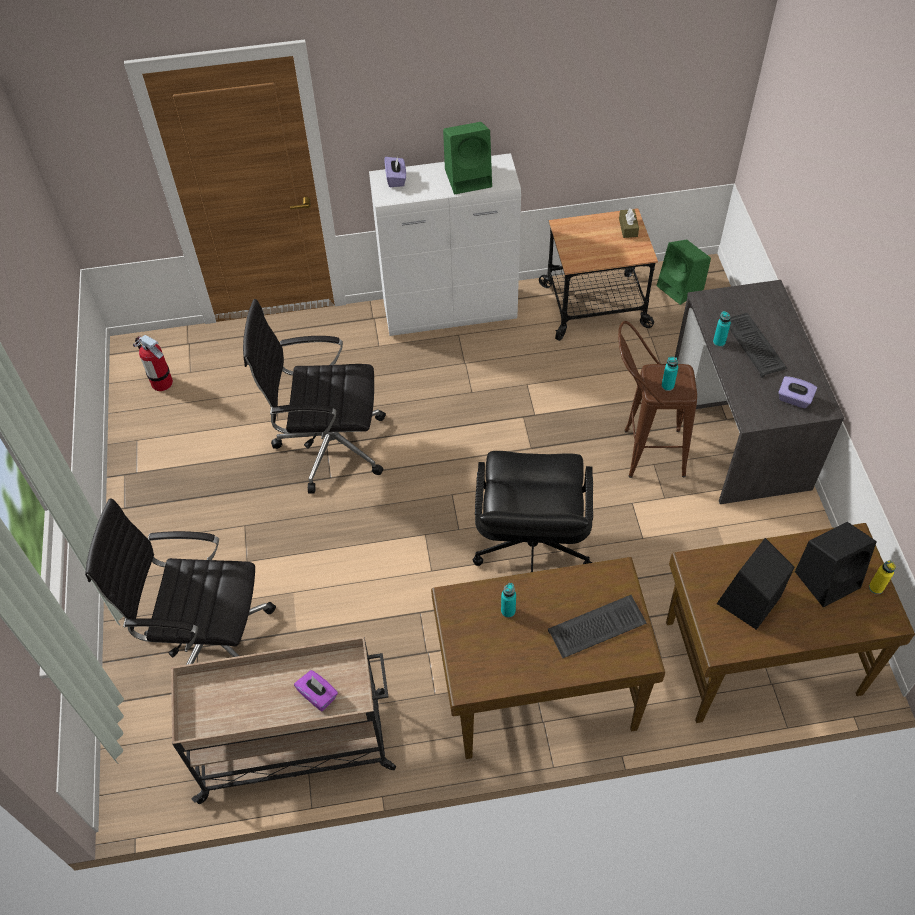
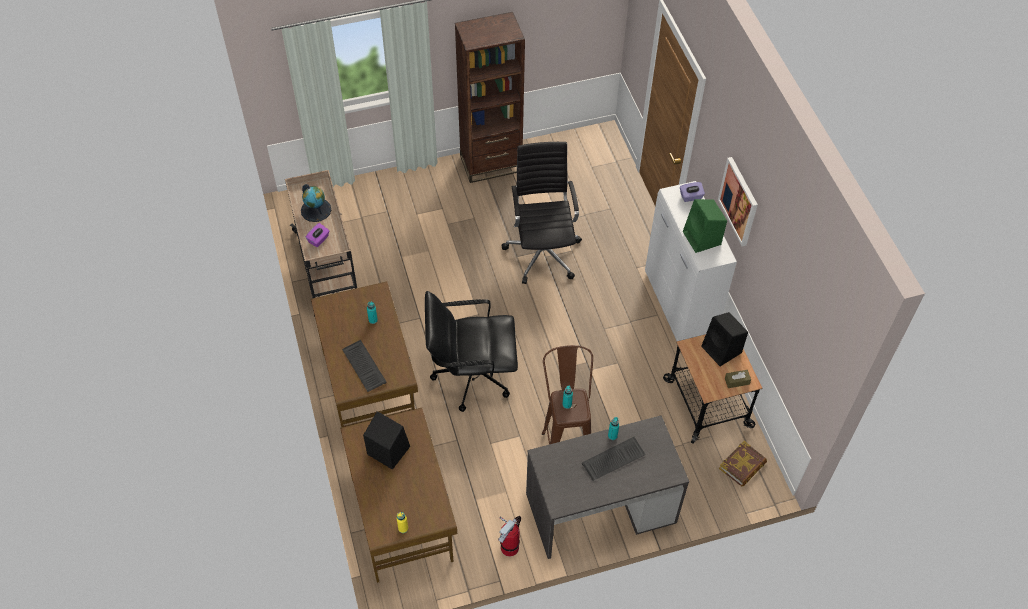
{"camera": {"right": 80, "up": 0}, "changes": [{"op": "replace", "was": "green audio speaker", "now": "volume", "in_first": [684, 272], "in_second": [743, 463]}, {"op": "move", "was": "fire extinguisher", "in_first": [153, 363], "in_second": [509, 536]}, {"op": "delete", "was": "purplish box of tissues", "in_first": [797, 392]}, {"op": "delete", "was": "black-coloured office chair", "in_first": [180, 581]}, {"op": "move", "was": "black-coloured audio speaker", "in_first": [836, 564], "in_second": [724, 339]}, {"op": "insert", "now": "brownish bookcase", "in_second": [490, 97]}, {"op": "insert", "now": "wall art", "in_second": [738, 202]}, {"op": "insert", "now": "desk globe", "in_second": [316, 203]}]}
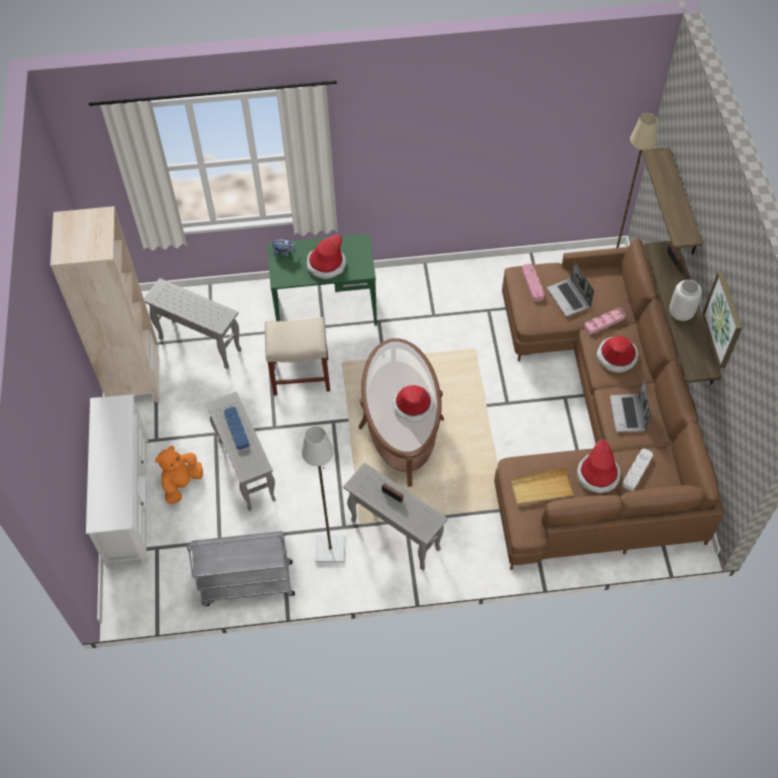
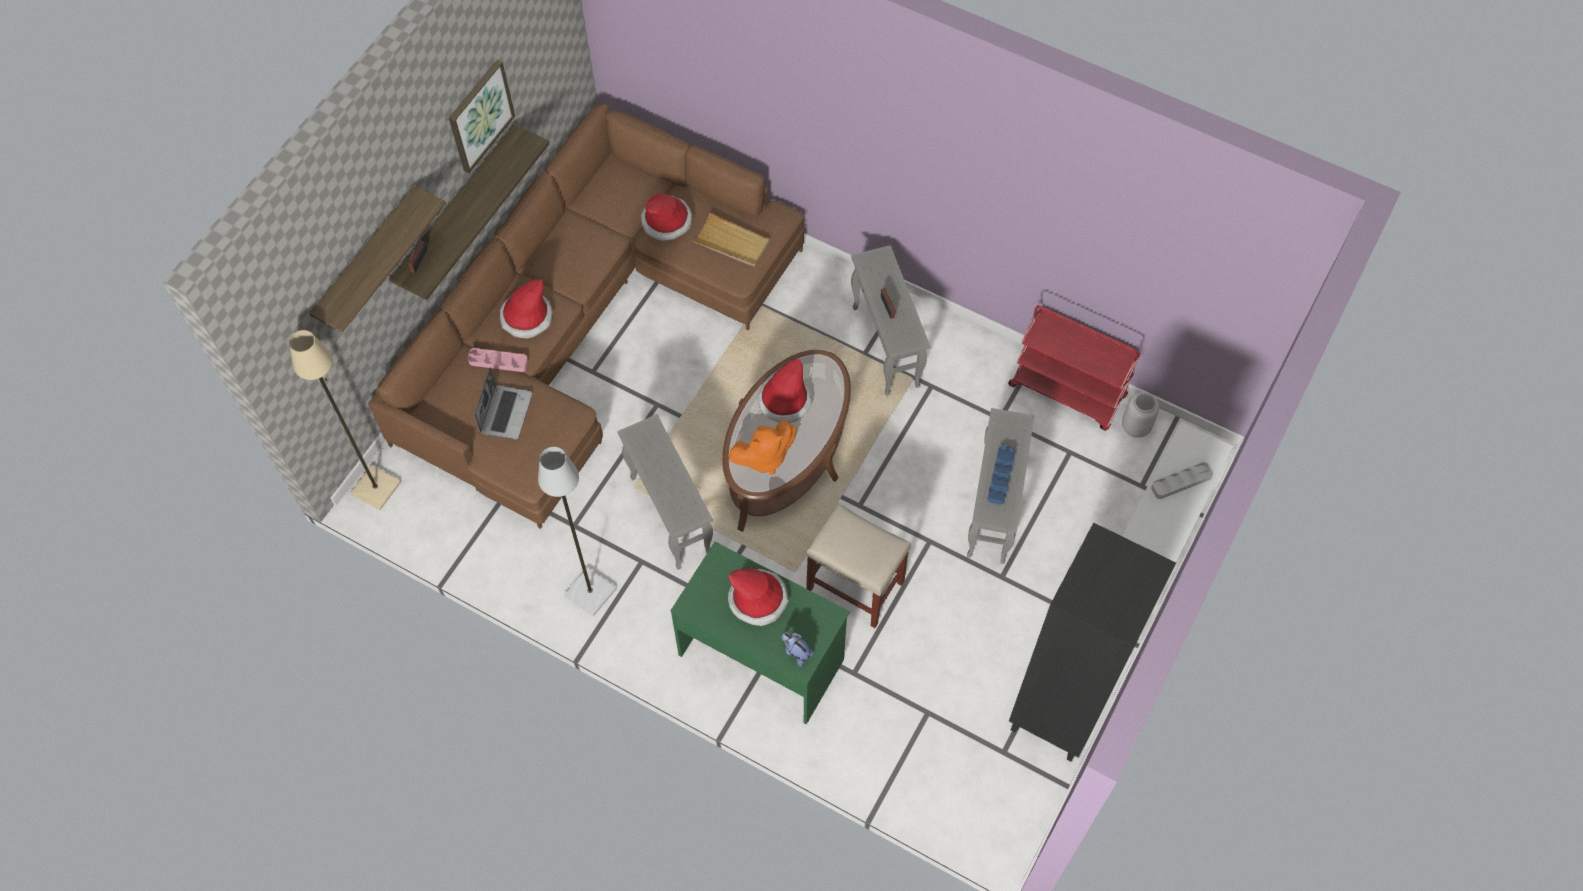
{"camera": {"right": -145, "up": 5}, "changes": [{"op": "recolor", "was": "beige-coloured bookcase", "now": "black-coloured bookcase", "in_first": [104, 304], "in_second": [1092, 642]}, {"op": "delete", "was": "pink tray", "in_first": [533, 282]}, {"op": "move", "was": "greyish end table", "in_first": [193, 323], "in_second": [665, 492]}, {"op": "move", "was": "greyish vase", "in_first": [685, 300], "in_second": [1140, 415]}, {"op": "delete", "was": "laptop", "in_first": [630, 405]}, {"op": "move", "was": "greyish standing lamp", "in_first": [323, 494], "in_second": [577, 531]}, {"op": "move", "was": "orangey cuddly toy", "in_first": [179, 475], "in_second": [762, 447]}, {"op": "move", "was": "greyish tray", "in_first": [637, 469], "in_second": [1182, 480]}, {"op": "recolor", "was": "greyish wheeled cart", "now": "reddish wheeled cart", "in_first": [241, 568], "in_second": [1074, 368]}]}
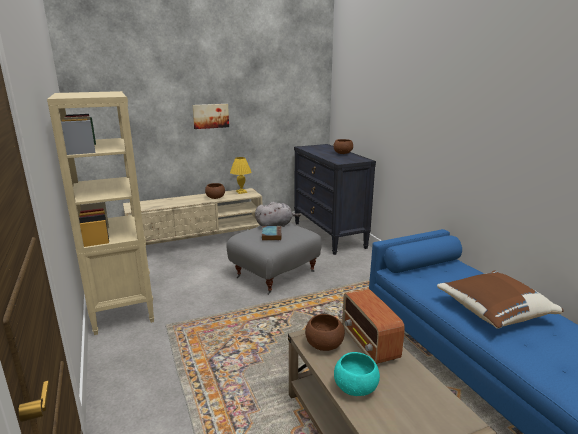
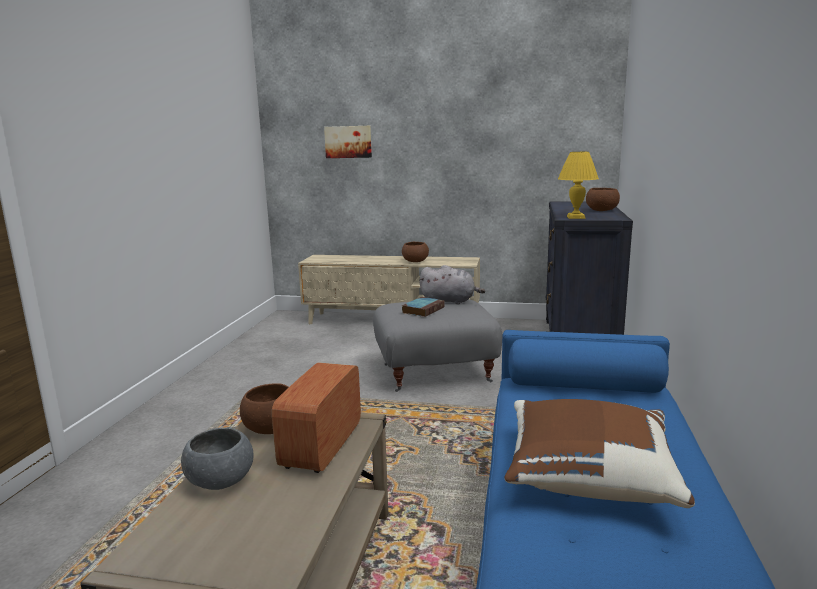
{"camera": {"right": 35, "up": -5}, "changes": [{"op": "delete", "was": "beige-coloured bookcase", "in_first": [100, 213]}, {"op": "move", "was": "wall art", "in_first": [210, 116], "in_second": [348, 142]}, {"op": "move", "was": "yellow lamp for a table", "in_first": [240, 175], "in_second": [578, 185]}, {"op": "recolor", "was": "turquoise deep dish", "now": "greyish deep dish", "in_first": [357, 374], "in_second": [217, 458]}]}
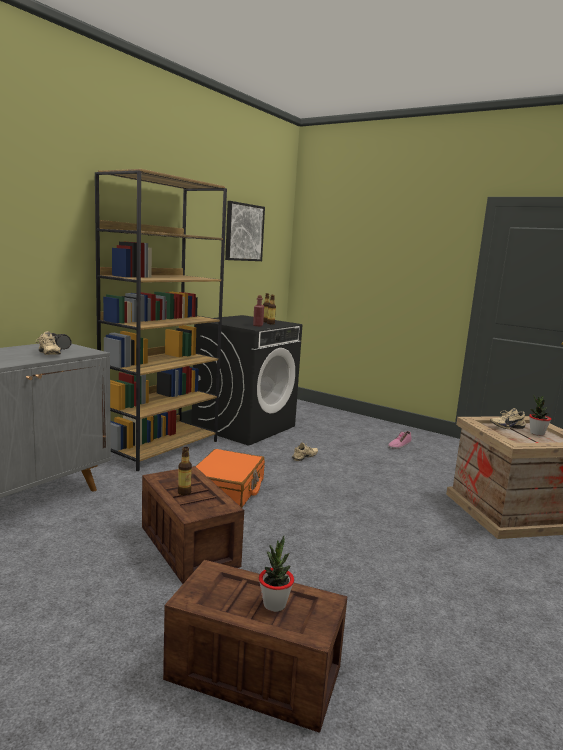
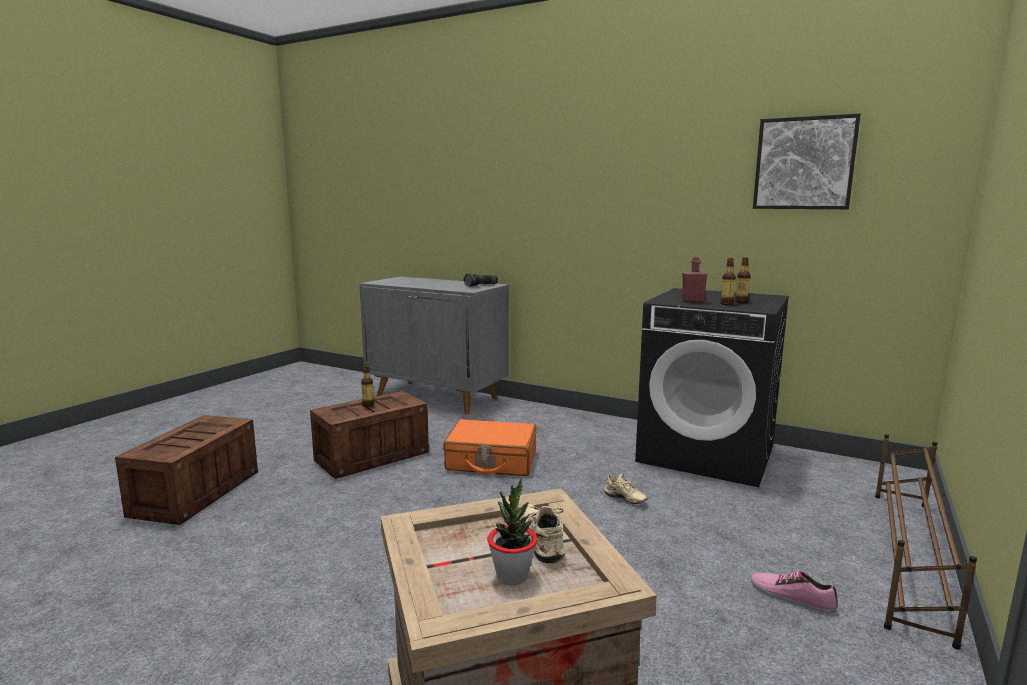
{"camera": {"right": 85, "up": 0}, "changes": [{"op": "delete", "was": "brownish bookcase", "in_first": [161, 320]}, {"op": "delete", "was": "beige-coloured item of footwear", "in_first": [48, 343]}, {"op": "delete", "was": "plant in a pot", "in_first": [276, 573]}, {"op": "insert", "now": "brownish shoe shelf", "in_second": [926, 542]}]}
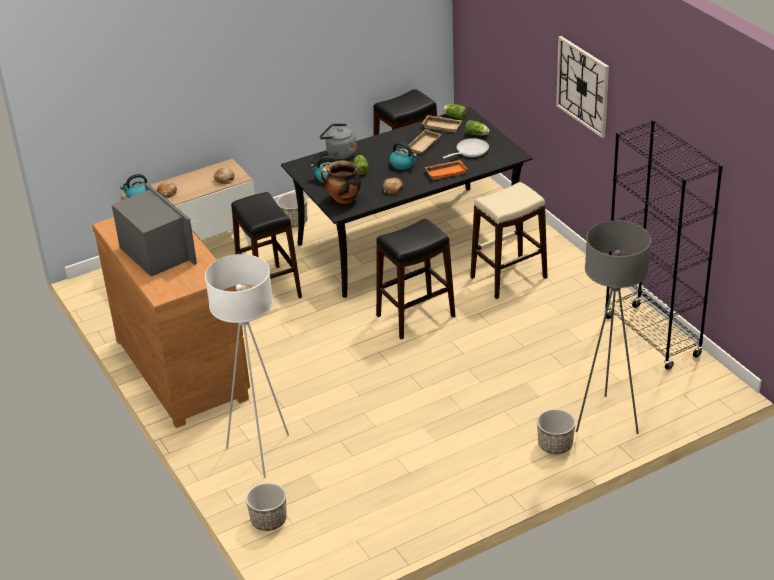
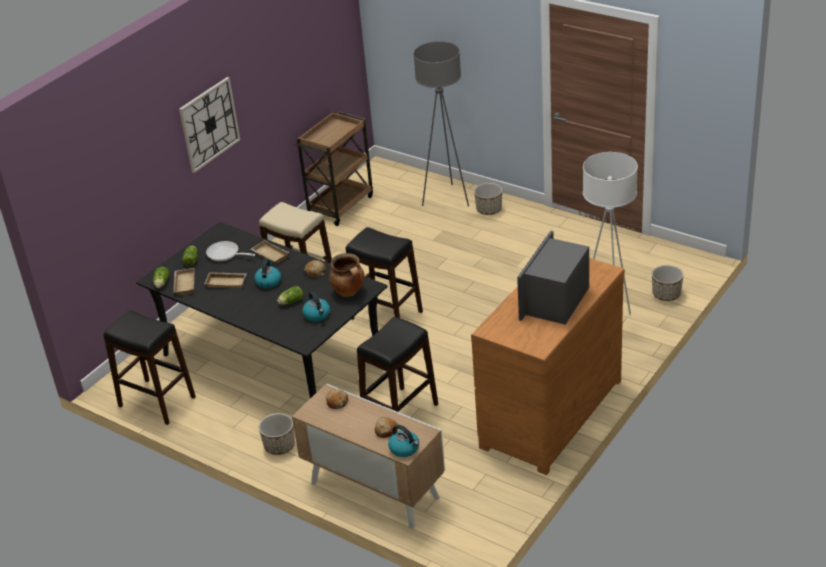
{"camera": {"right": -115, "up": 0}, "changes": [{"op": "replace", "was": "black-coloured bookcase", "now": "brownish wheeled cart", "in_first": [663, 245], "in_second": [334, 168]}, {"op": "delete", "was": "greyish water kettle", "in_first": [338, 142]}, {"op": "recolor", "was": "orangey tray", "now": "beige-coloured tray", "in_first": [446, 170], "in_second": [270, 252]}]}
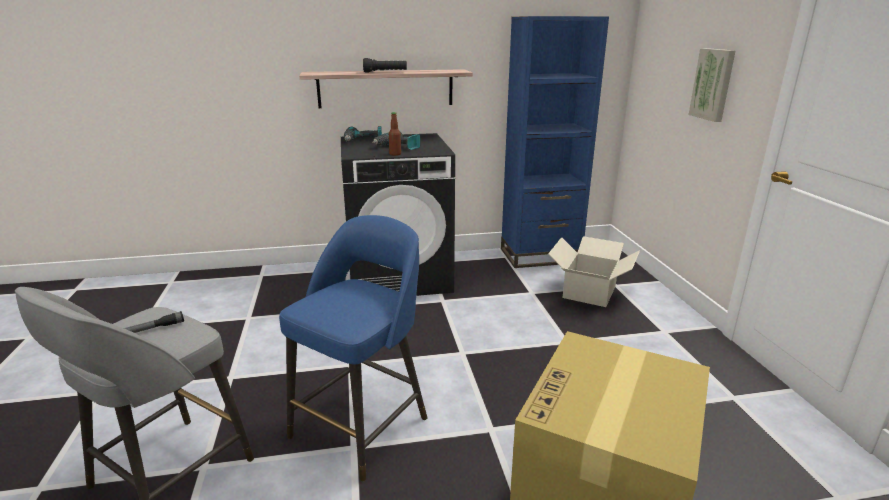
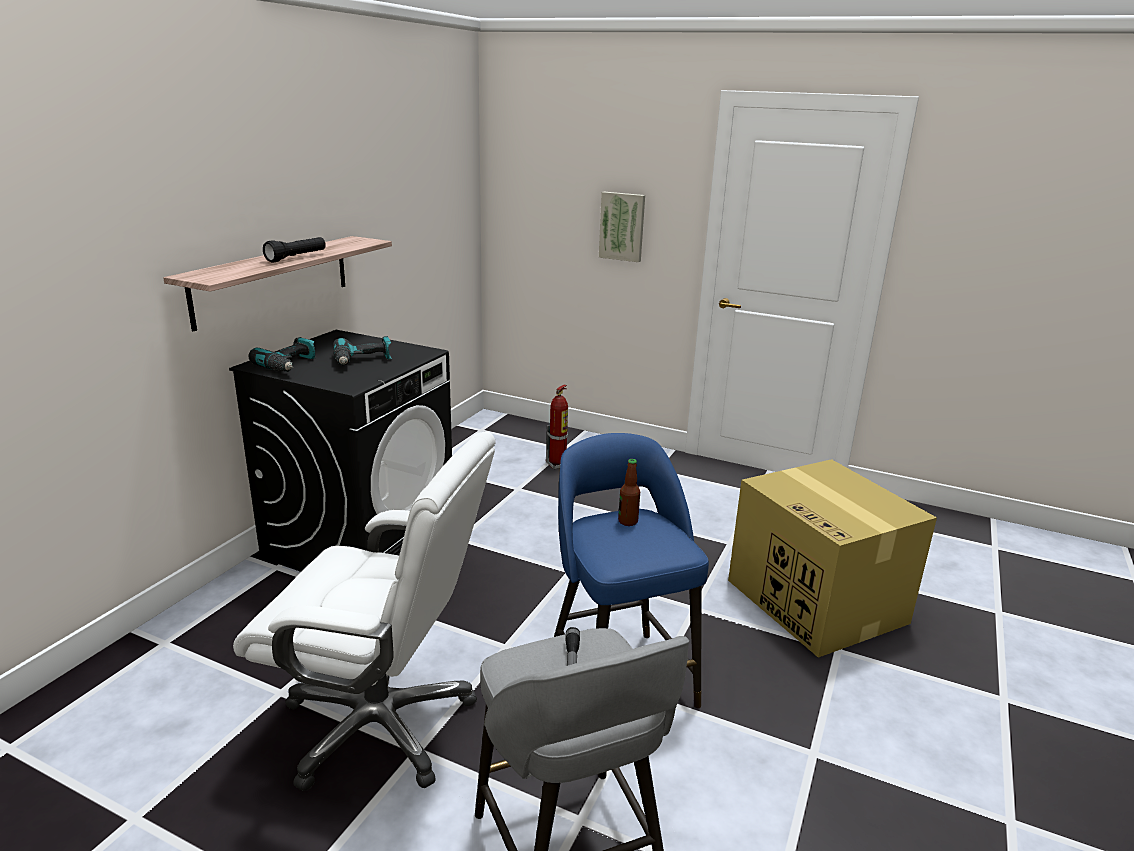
{"camera": {"right": -55, "up": 0}, "changes": [{"op": "delete", "was": "blue bookcase", "in_first": [555, 142]}, {"op": "move", "was": "bottle", "in_first": [395, 134], "in_second": [629, 492]}, {"op": "replace", "was": "carton", "now": "fire extinguisher", "in_first": [594, 271], "in_second": [557, 427]}, {"op": "insert", "now": "whitish office chair", "in_second": [364, 611]}]}
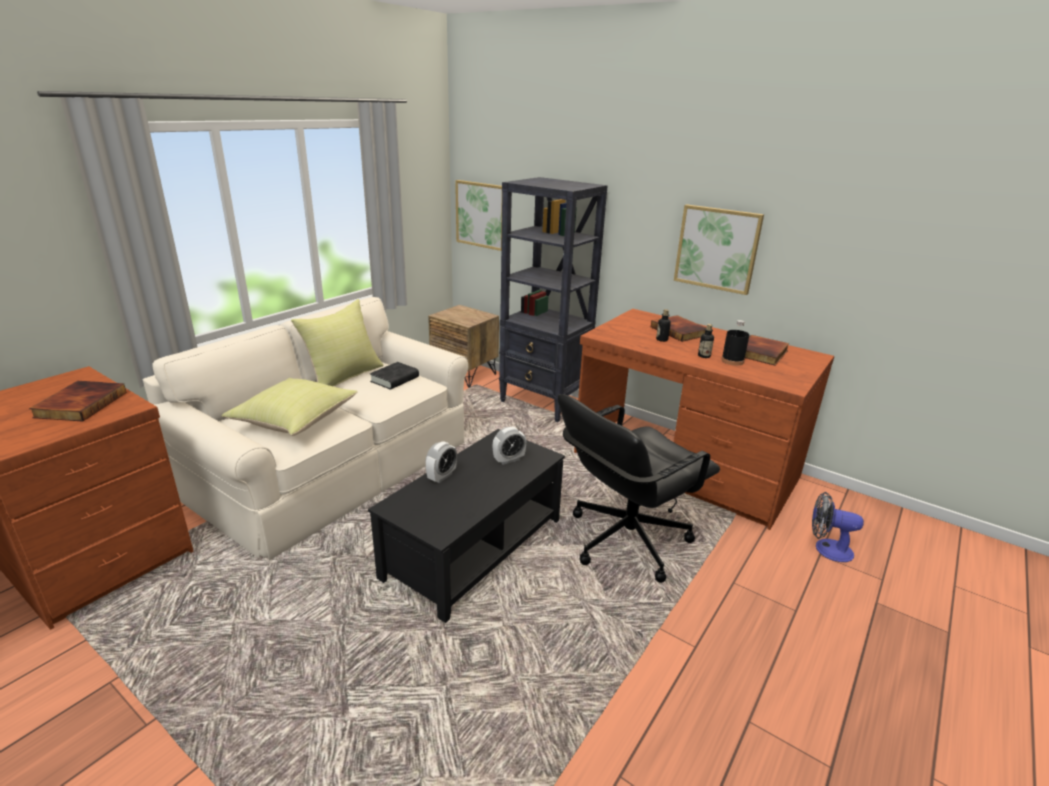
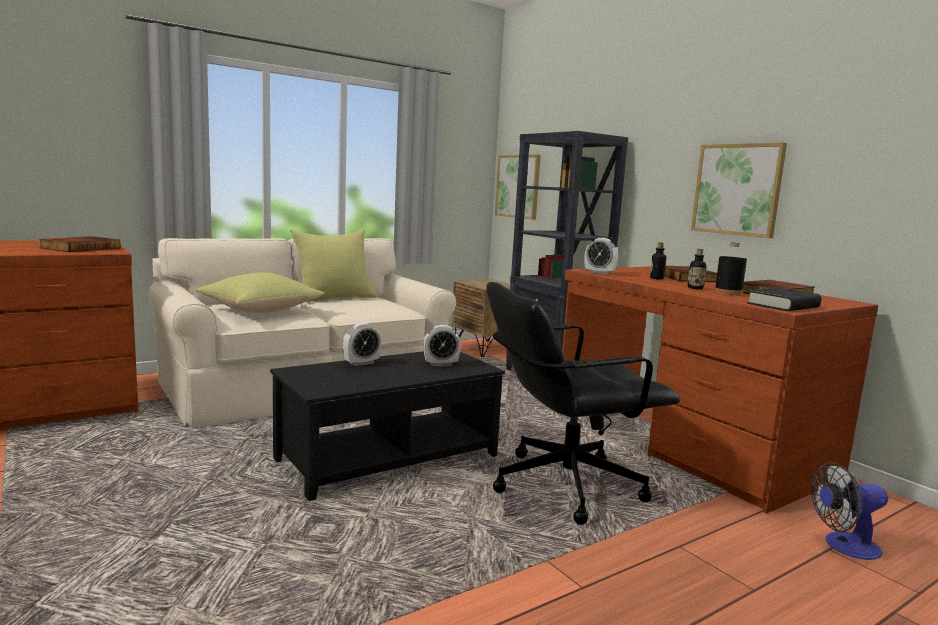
{"camera": {"right": 20, "up": -15}, "changes": [{"op": "move", "was": "black-coloured volume", "in_first": [394, 375], "in_second": [784, 299]}, {"op": "rotate", "was": "electric fan", "in_first": [838, 527], "in_second": [849, 511], "clockwise": -45}, {"op": "insert", "now": "alarm clock", "in_second": [601, 256]}]}
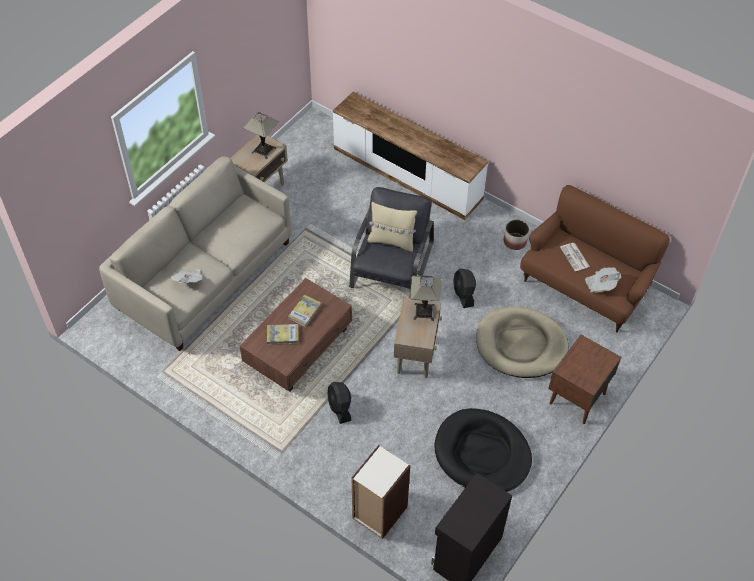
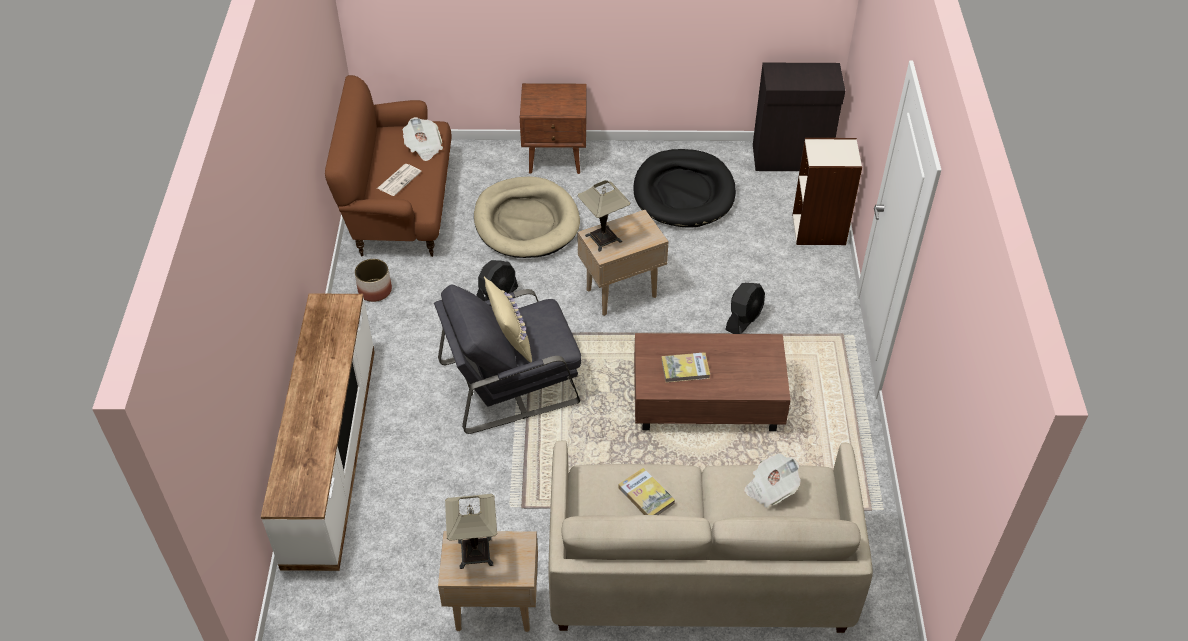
{"camera": {"right": -125, "up": -5}, "changes": [{"op": "move", "was": "volume", "in_first": [282, 334], "in_second": [647, 491]}]}
